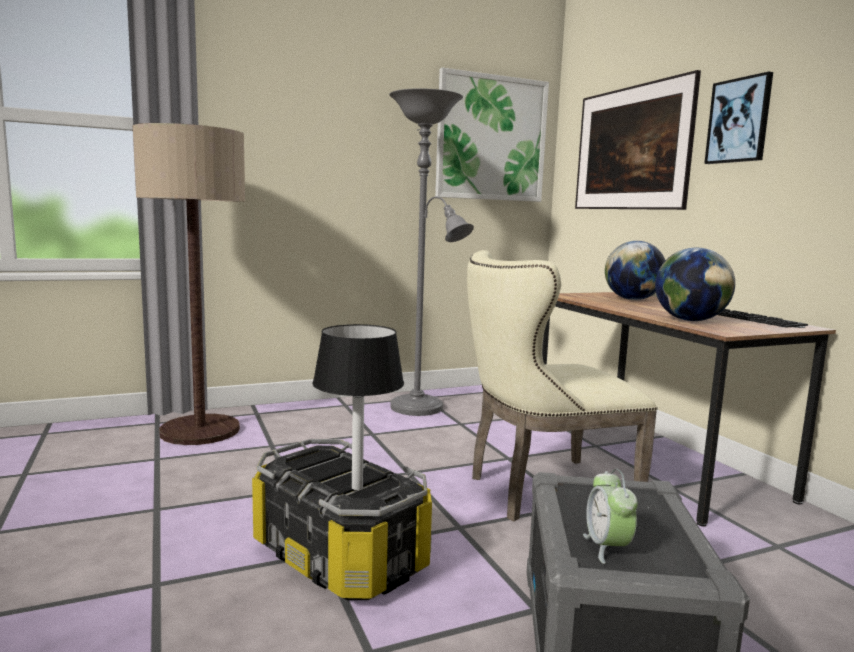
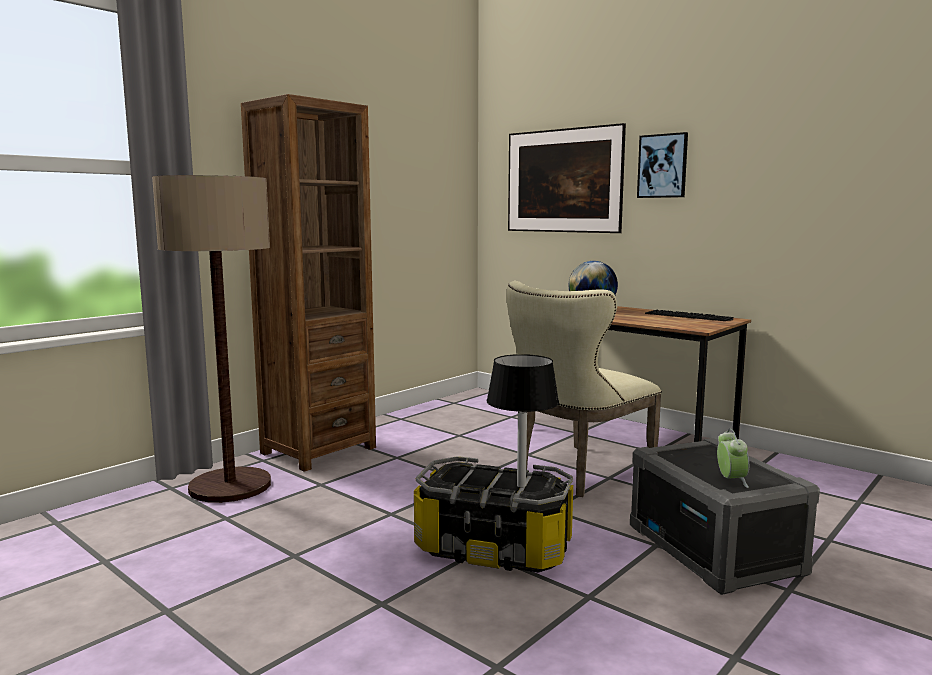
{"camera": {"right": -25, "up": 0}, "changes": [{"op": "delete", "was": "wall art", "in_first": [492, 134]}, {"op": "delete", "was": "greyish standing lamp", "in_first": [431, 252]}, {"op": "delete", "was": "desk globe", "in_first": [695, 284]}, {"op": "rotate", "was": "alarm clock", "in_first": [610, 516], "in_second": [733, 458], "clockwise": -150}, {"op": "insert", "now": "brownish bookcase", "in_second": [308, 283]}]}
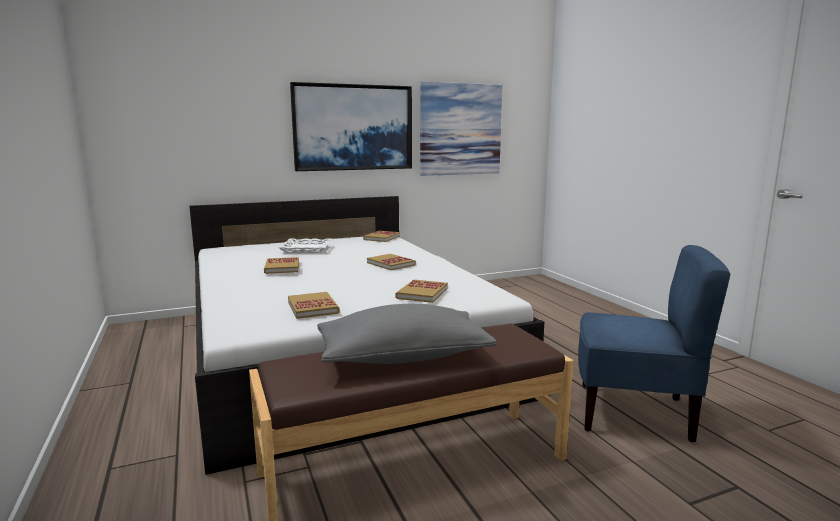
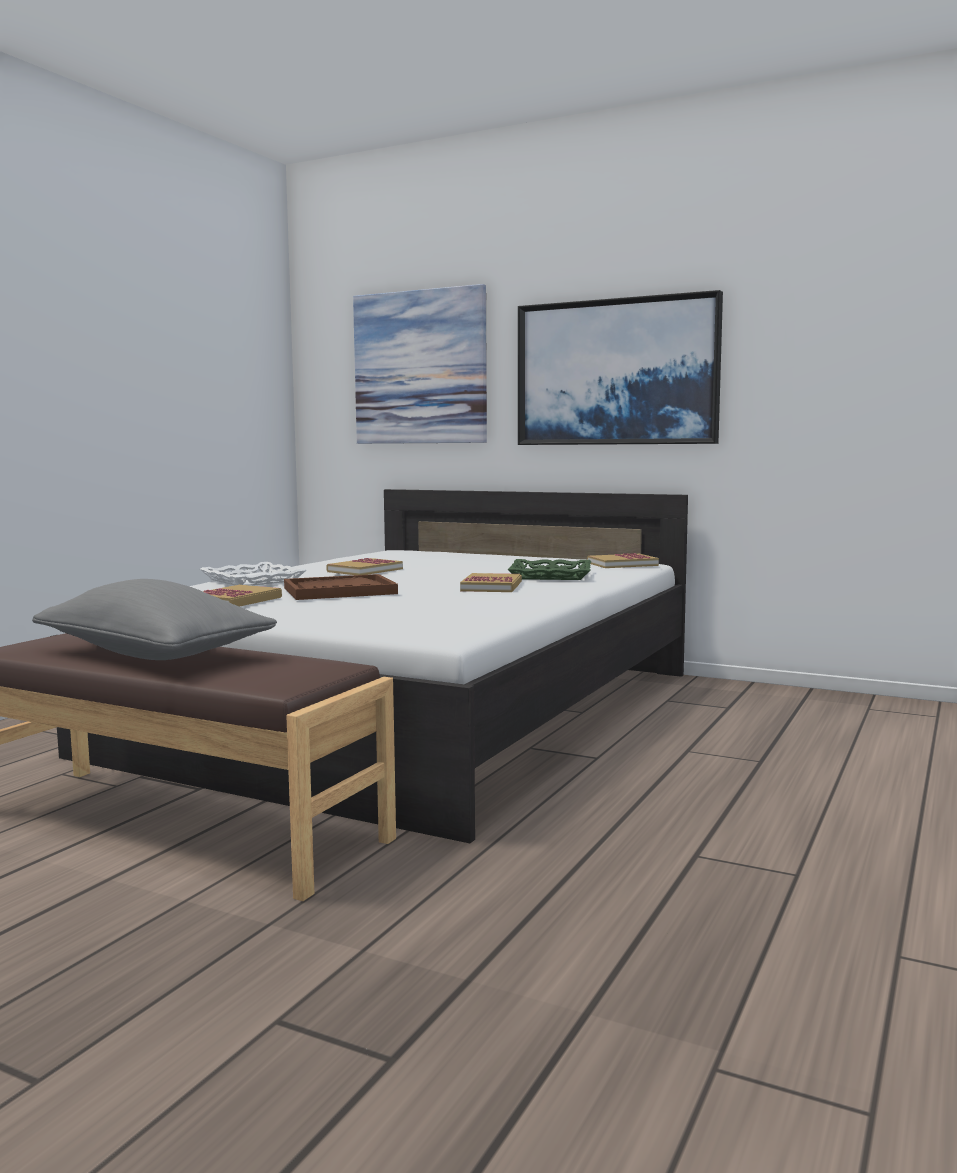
{"camera": {"right": 50, "up": -5}, "changes": [{"op": "move", "was": "wall art", "in_first": [461, 128], "in_second": [420, 364]}, {"op": "move", "was": "whitish tray", "in_first": [305, 245], "in_second": [253, 574]}, {"op": "delete", "was": "blue plain chair", "in_first": [654, 344]}, {"op": "delete", "was": "volume", "in_first": [422, 291]}, {"op": "insert", "now": "green tray", "in_second": [549, 569]}, {"op": "insert", "now": "brownish tray", "in_second": [341, 587]}]}
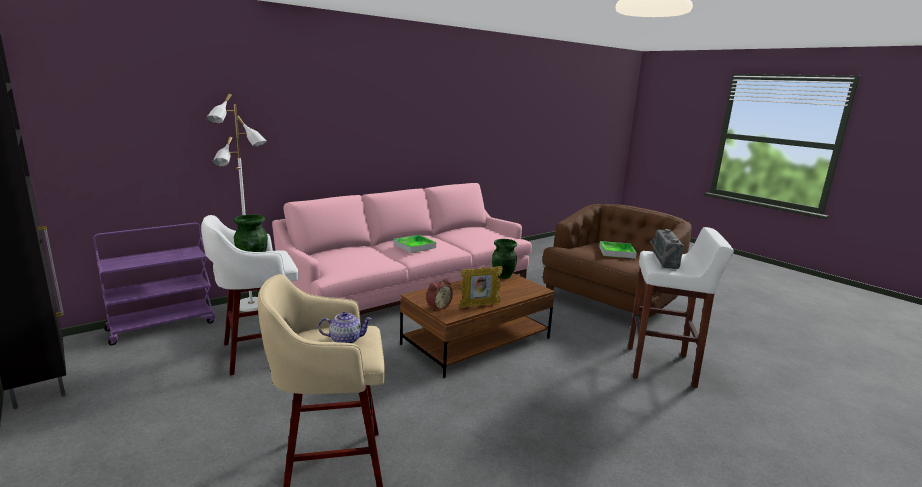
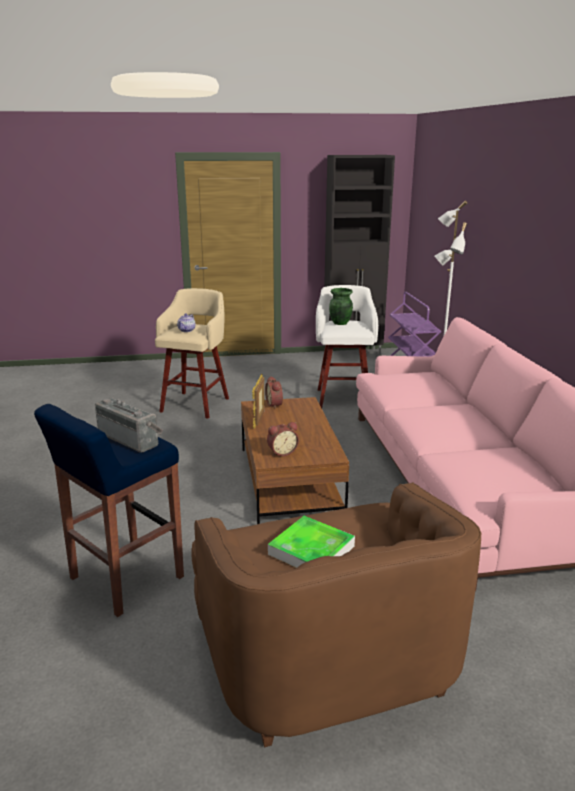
{"camera": {"right": 120, "up": 5}, "changes": [{"op": "recolor", "was": "whitish sitting stool", "now": "blue sitting stool", "in_first": [681, 307], "in_second": [109, 510]}, {"op": "delete", "was": "tray", "in_first": [415, 244]}, {"op": "delete", "was": "green vase", "in_first": [504, 259]}, {"op": "insert", "now": "alarm clock", "in_second": [283, 439]}]}
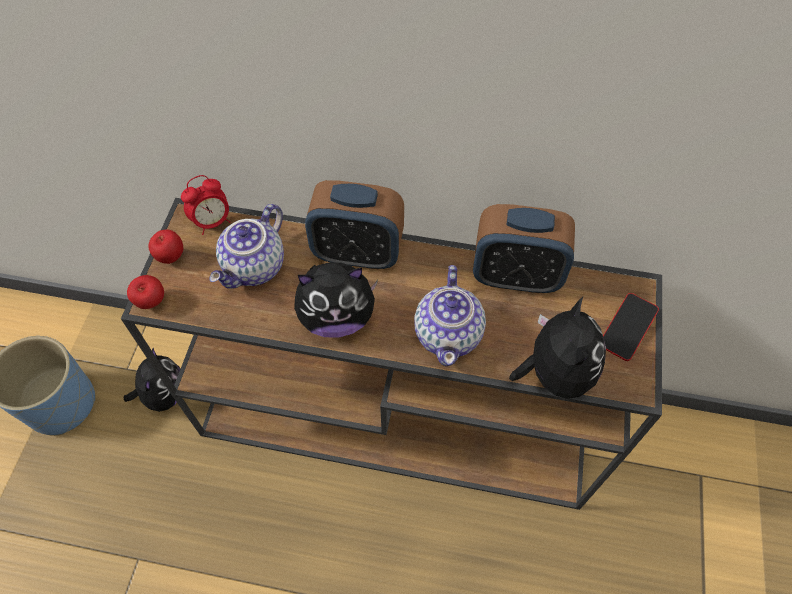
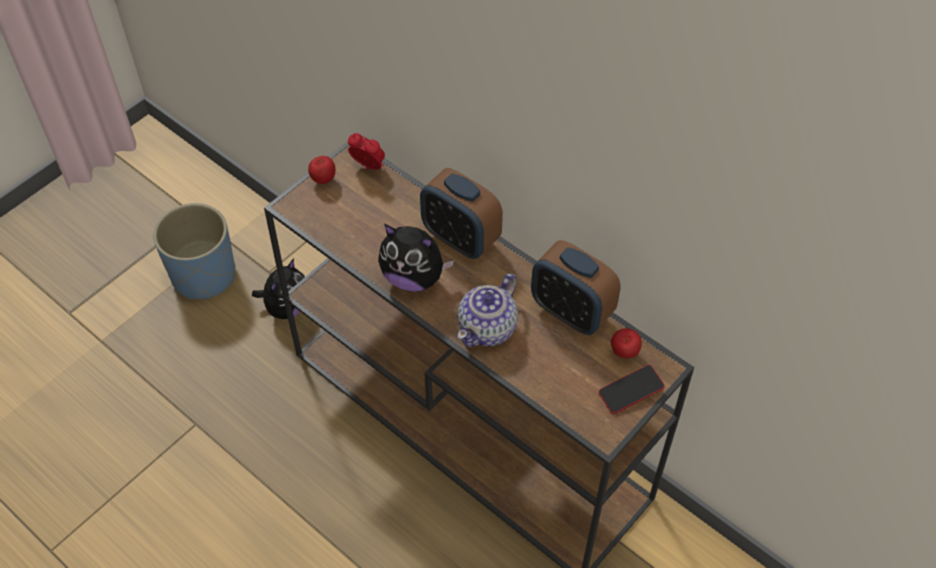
{"camera": {"right": 30, "up": -5}, "changes": [{"op": "rotate", "was": "alarm clock", "in_first": [205, 205], "in_second": [366, 151], "clockwise": -150}, {"op": "delete", "was": "pot for tea", "in_first": [247, 246]}, {"op": "move", "was": "apple", "in_first": [145, 292], "in_second": [626, 343]}, {"op": "delete", "was": "cuddly toy", "in_first": [557, 348]}]}
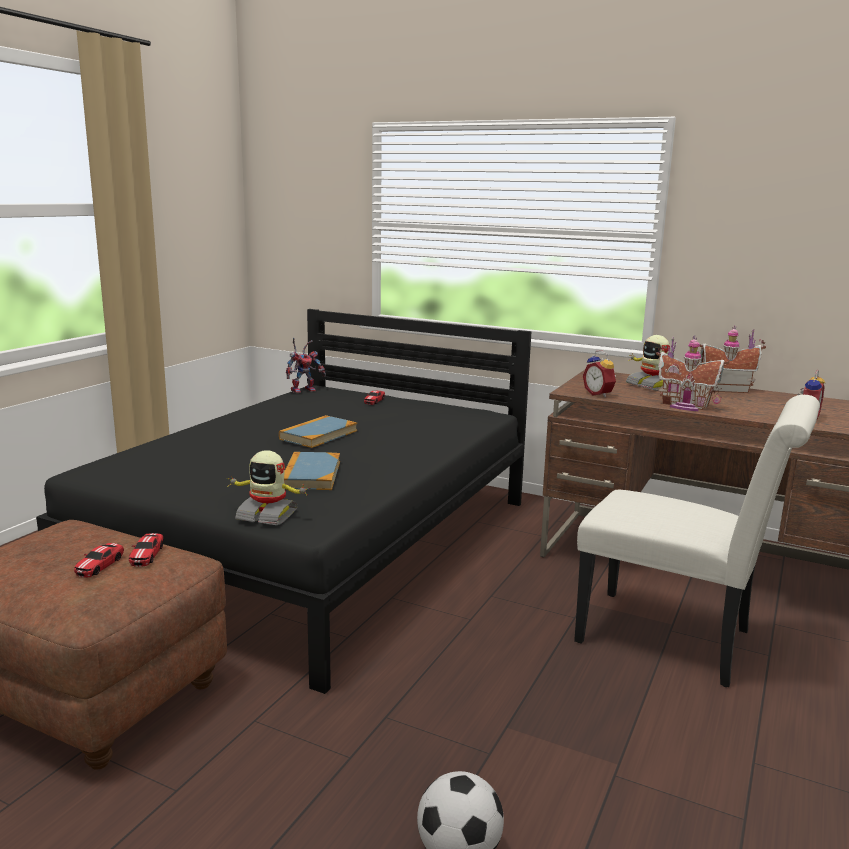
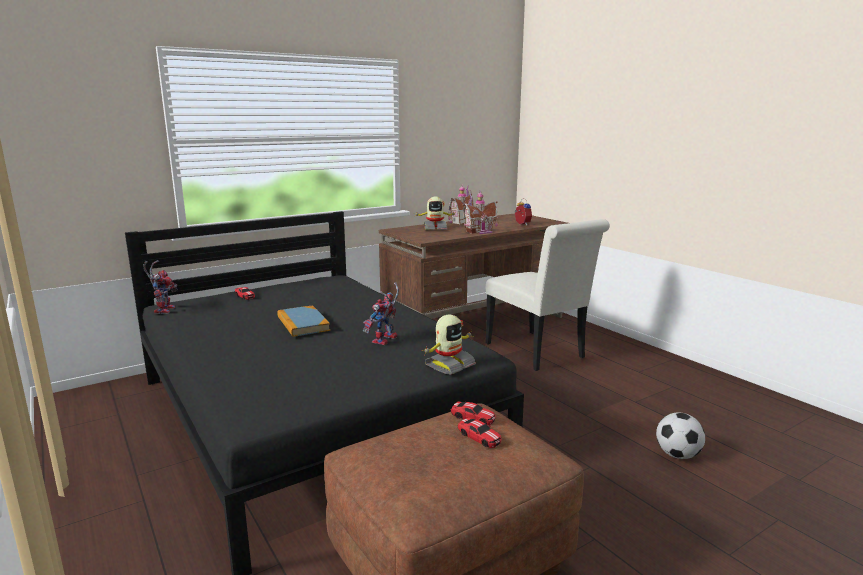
{"camera": {"right": -60, "up": 0}, "changes": [{"op": "delete", "was": "alarm clock", "in_first": [599, 374]}, {"op": "rotate", "was": "whitish plain chair", "in_first": [697, 541], "in_second": [547, 295], "clockwise": 90}, {"op": "replace", "was": "volume", "now": "toy robot", "in_first": [312, 471], "in_second": [381, 314]}]}
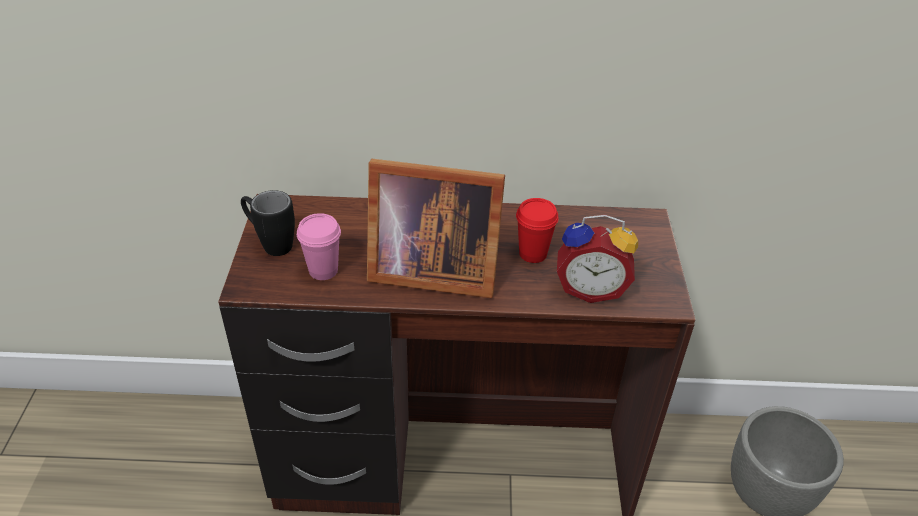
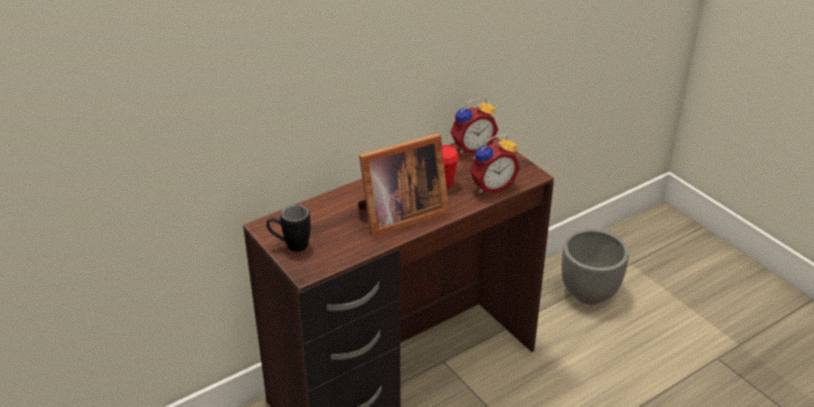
{"camera": {"right": -35, "up": -5}, "changes": [{"op": "delete", "was": "pink cup", "in_first": [319, 246]}, {"op": "insert", "now": "alarm clock", "in_second": [474, 125]}]}
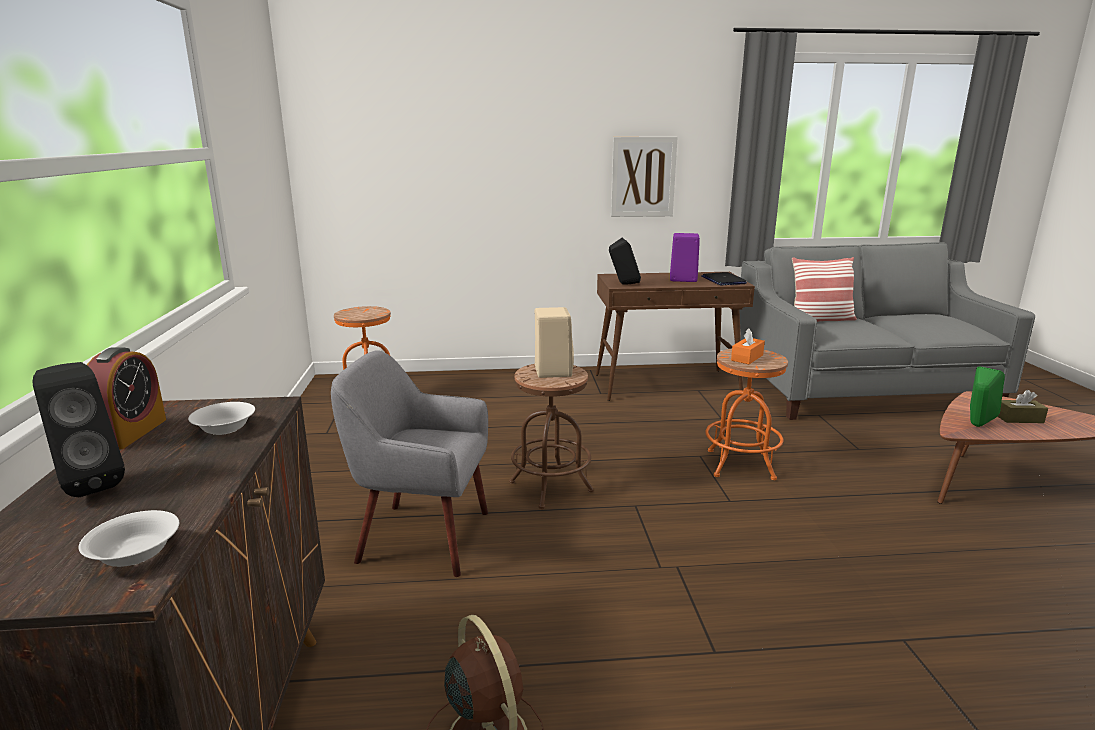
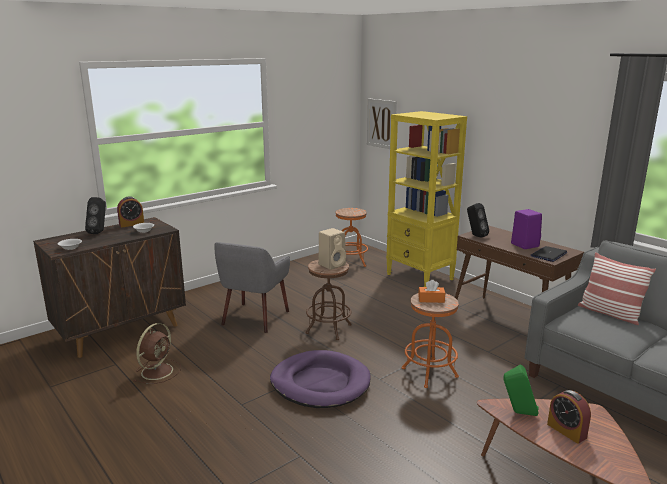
{"camera": {"right": 55, "up": 0}, "changes": [{"op": "move", "was": "wall art", "in_first": [644, 177], "in_second": [382, 124]}, {"op": "rotate", "was": "greyish lounge chair", "in_first": [409, 463], "in_second": [252, 287], "clockwise": -135}, {"op": "replace", "was": "brownish box of tissues", "now": "alarm clock", "in_first": [1022, 406], "in_second": [569, 417]}, {"op": "insert", "now": "yellow bookcase", "in_second": [426, 199]}, {"op": "insert", "now": "purplish dog cushion", "in_second": [320, 379]}]}
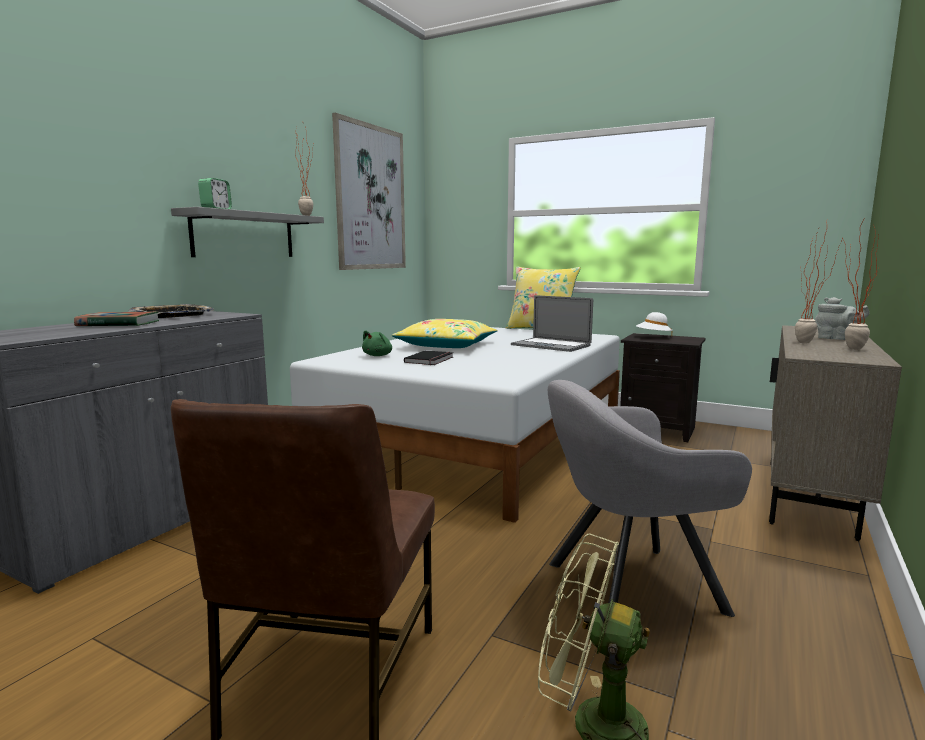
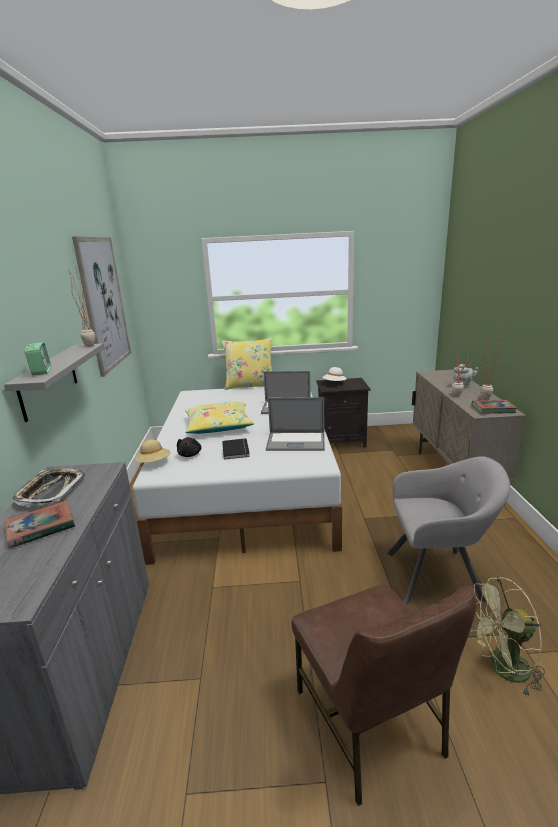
{"camera": {"right": -30, "up": 10}, "changes": [{"op": "recolor", "was": "green cuddly toy", "now": "black-coloured cuddly toy", "in_first": [377, 343], "in_second": [189, 447]}, {"op": "rotate", "was": "greyish lounge chair", "in_first": [650, 498], "in_second": [448, 530], "clockwise": -135}, {"op": "insert", "now": "laptop", "in_second": [295, 424]}, {"op": "insert", "now": "volume", "in_second": [494, 407]}, {"op": "insert", "now": "beige-coloured hat", "in_second": [153, 451]}]}
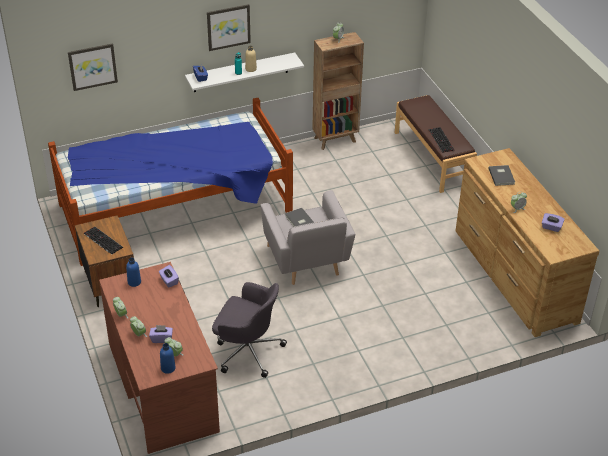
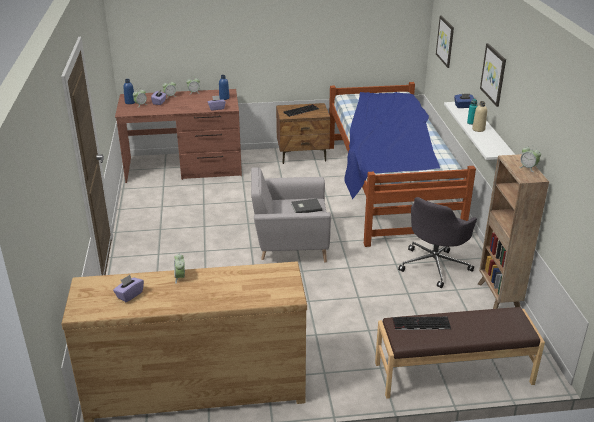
{"camera": {"right": 105, "up": -10}, "changes": [{"op": "delete", "was": "greyish volume", "in_first": [501, 175]}, {"op": "move", "was": "greyish office chair", "in_first": [249, 330], "in_second": [437, 242]}]}
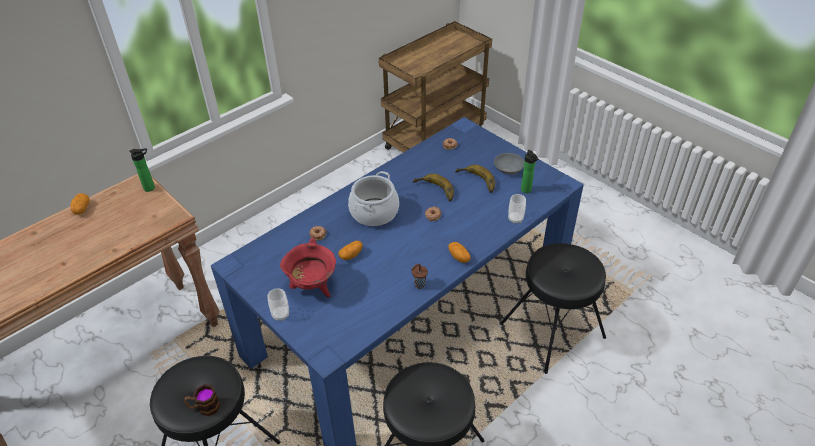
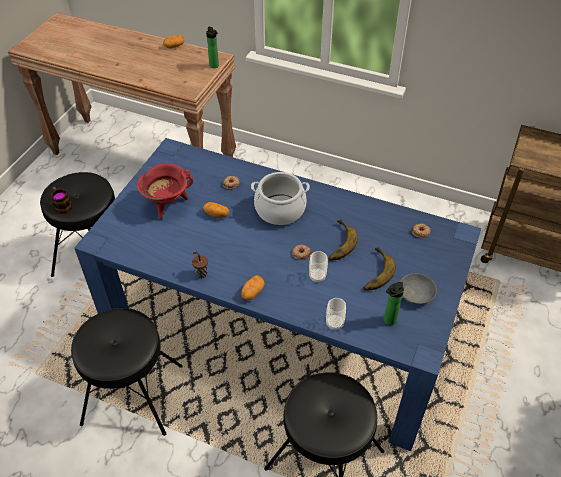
{"camera": {"right": 65, "up": 5}, "changes": [{"op": "move", "was": "cup", "in_first": [278, 304], "in_second": [318, 267]}]}
